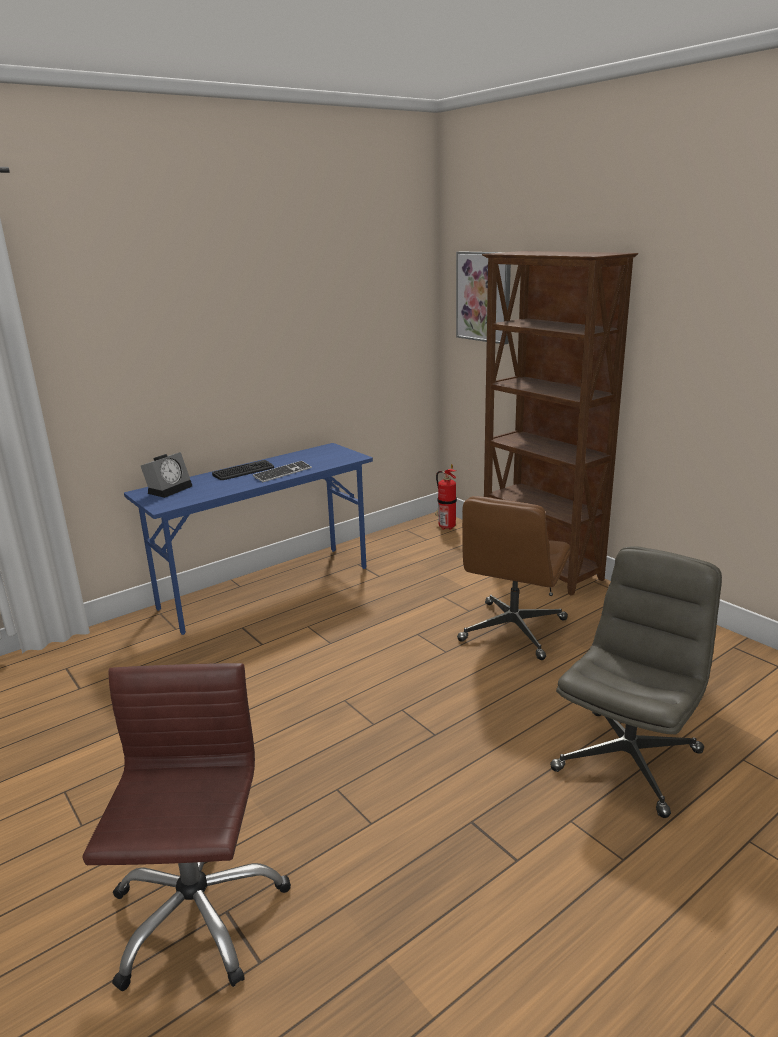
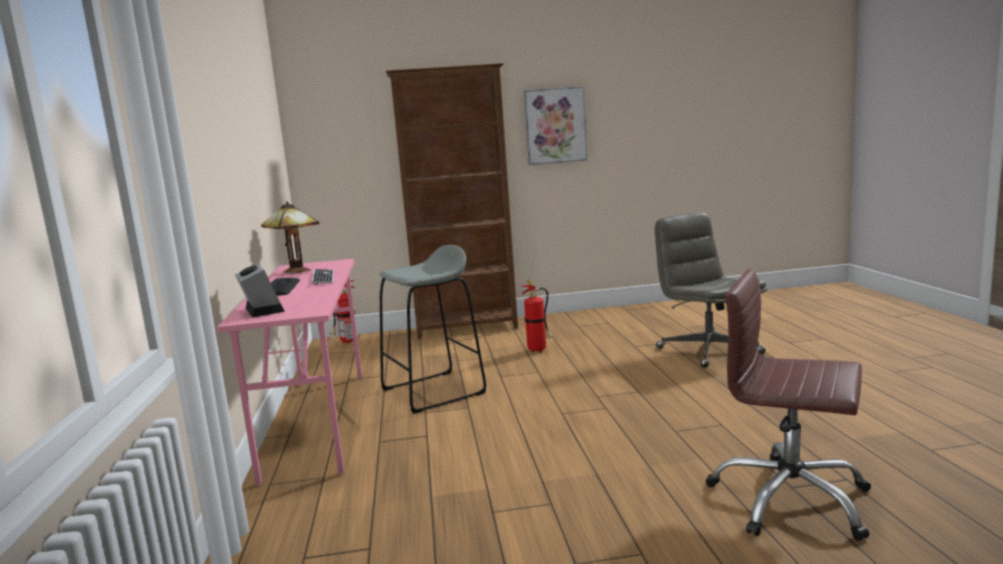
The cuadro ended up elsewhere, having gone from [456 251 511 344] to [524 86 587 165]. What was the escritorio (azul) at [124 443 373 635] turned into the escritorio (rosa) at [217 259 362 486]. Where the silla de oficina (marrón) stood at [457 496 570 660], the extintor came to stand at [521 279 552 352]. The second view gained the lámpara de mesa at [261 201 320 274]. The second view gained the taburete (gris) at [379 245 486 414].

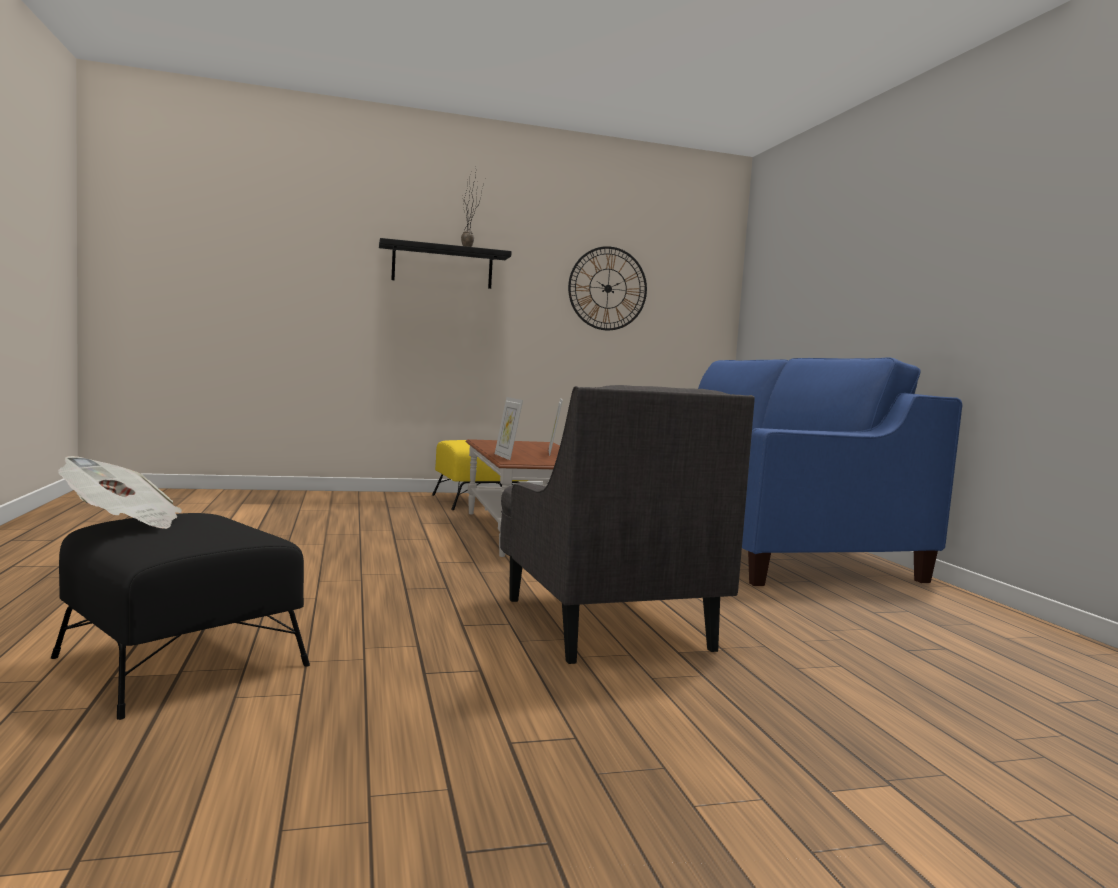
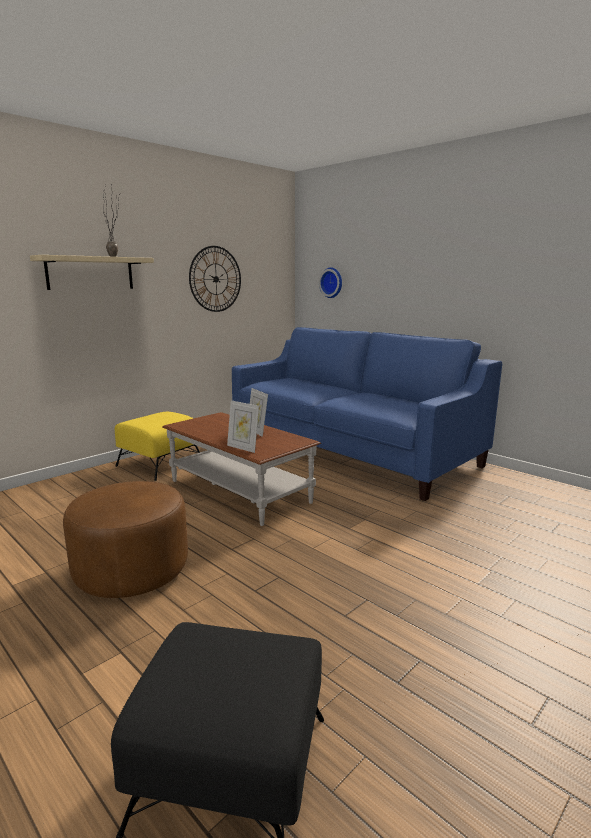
What was the estante (negro) at [379 238 512 289] turned into the estante (beis) at [30 255 154 290]. The second view lost the sillón (gris) at [500 385 755 664]. The second view lost the periódico at [58 456 182 529]. The second view gained the reloj de pared at [319 267 342 298]. The second view gained the puf (marrón) at [63 481 188 598].

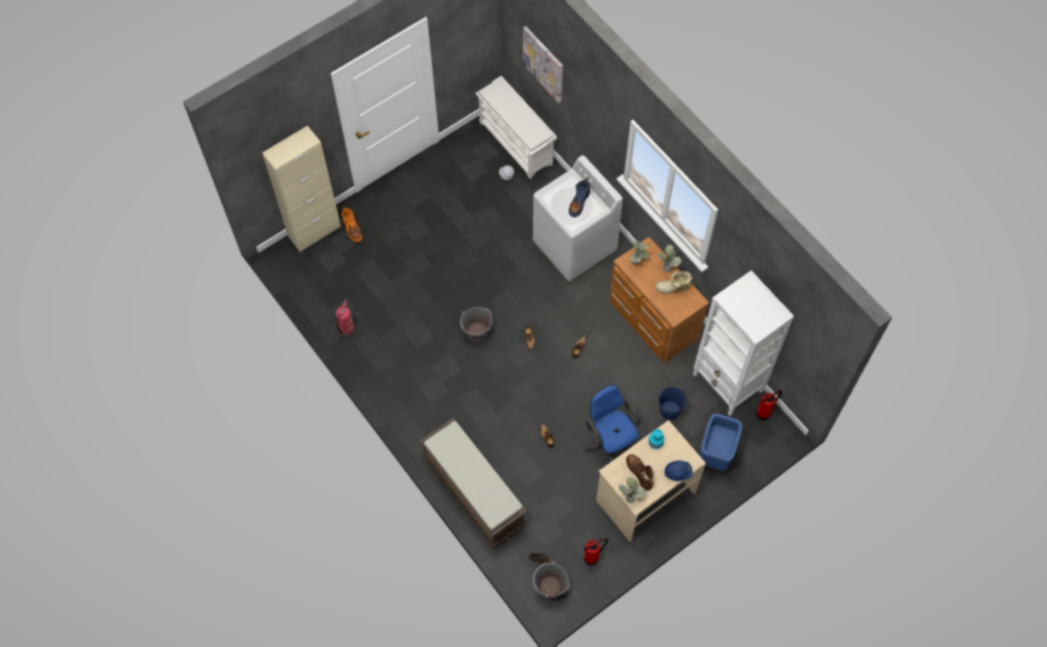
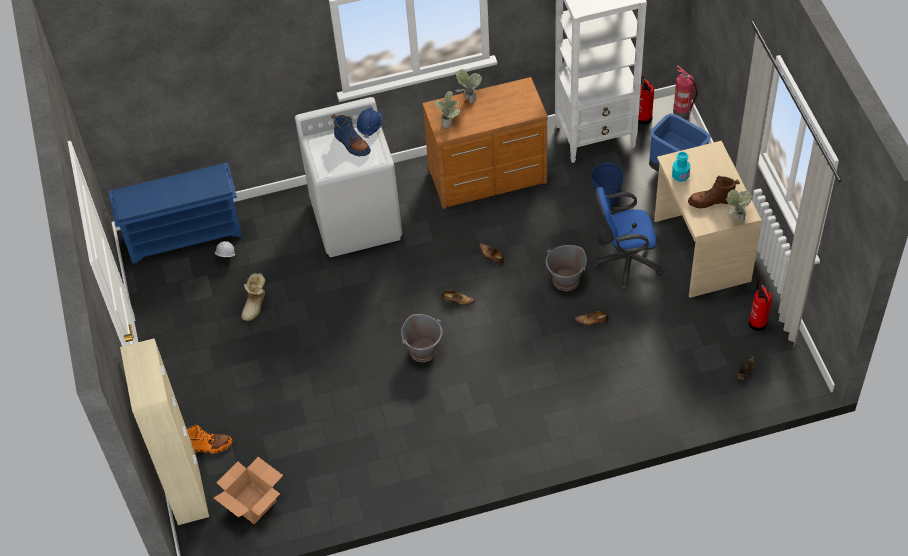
The second view lost the cuadro at [523 26 563 103]. What was the zapatero (blanco) at [476 76 557 179] turned into the zapatero (azul) at [109 163 242 264]. The bota ended up elsewhere, having gone from [655 271 692 294] to [241 273 266 321]. The extintor ended up elsewhere, having gone from [336 300 355 336] to [673 66 697 118]. The second view lost the banco (marrón) at [419 418 527 548]. The casco (azul) ended up elsewhere, having gone from [664 460 693 481] to [357 107 383 138]. The cubo (gris) ended up elsewhere, having gone from [533 561 569 599] to [546 245 587 291]. The second view gained the caja de cartón at [214 457 283 524].

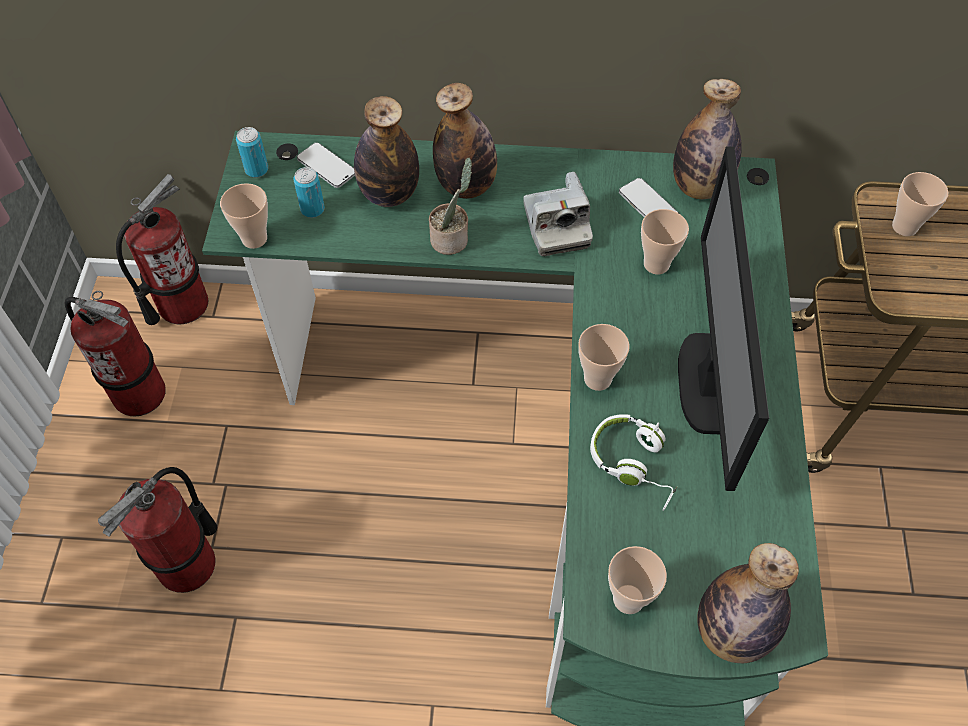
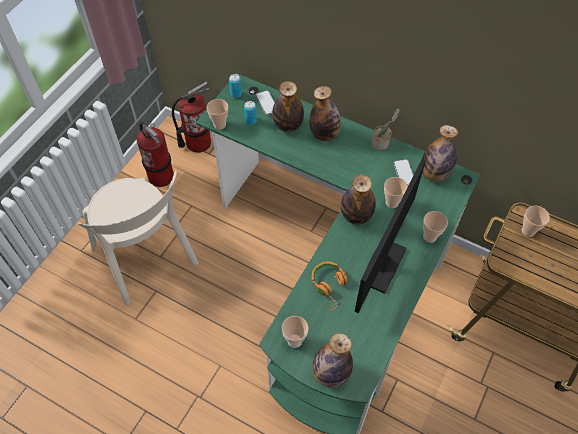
The planta en maceta ended up elsewhere, having gone from [429 158 472 255] to [371 108 400 150]. The second view lost the cámara at [523 172 593 256]. The taza ended up elsewhere, having gone from [578 324 630 391] to [423 211 448 243]. What was the auriculares (blanco) at [590 414 677 511] turned into the auriculares (naranja) at [312 261 348 311]. Where the extintor stood at [98 467 217 593], the silla (beis) came to stand at [77 170 198 306]. The second view gained the botella at [341 175 376 225].

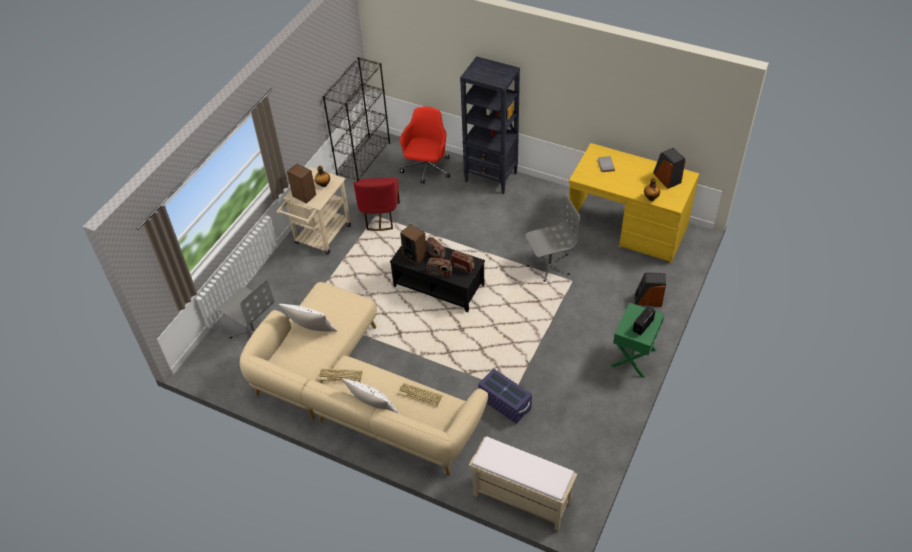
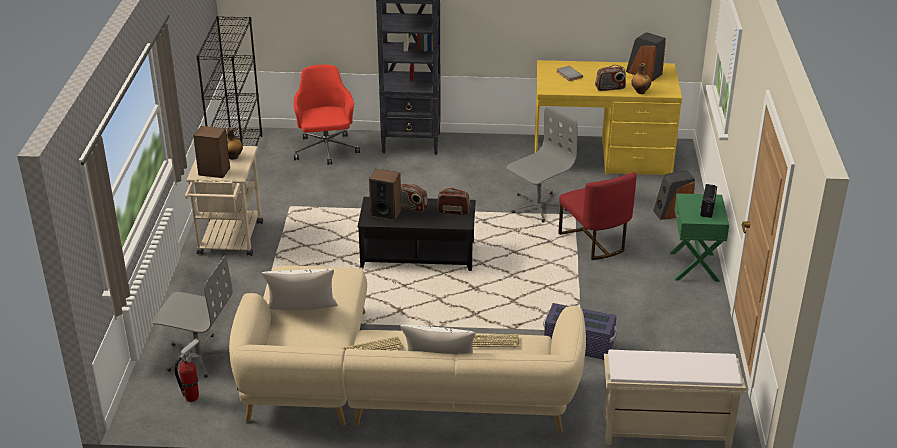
The silla (rojo) ended up elsewhere, having gone from [354 178 400 231] to [558 172 637 260]. The radio ended up elsewhere, having gone from [427 258 452 277] to [595 65 626 91]. The second view gained the extintor at [174 338 201 402].

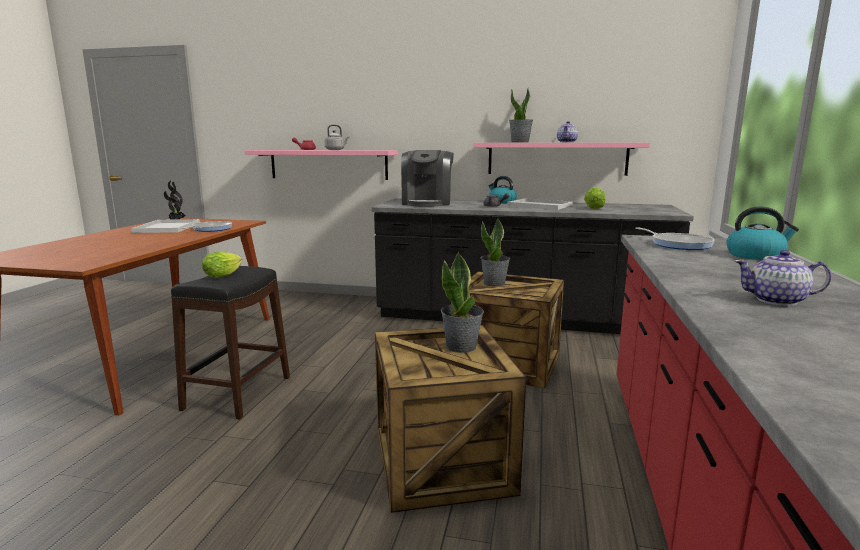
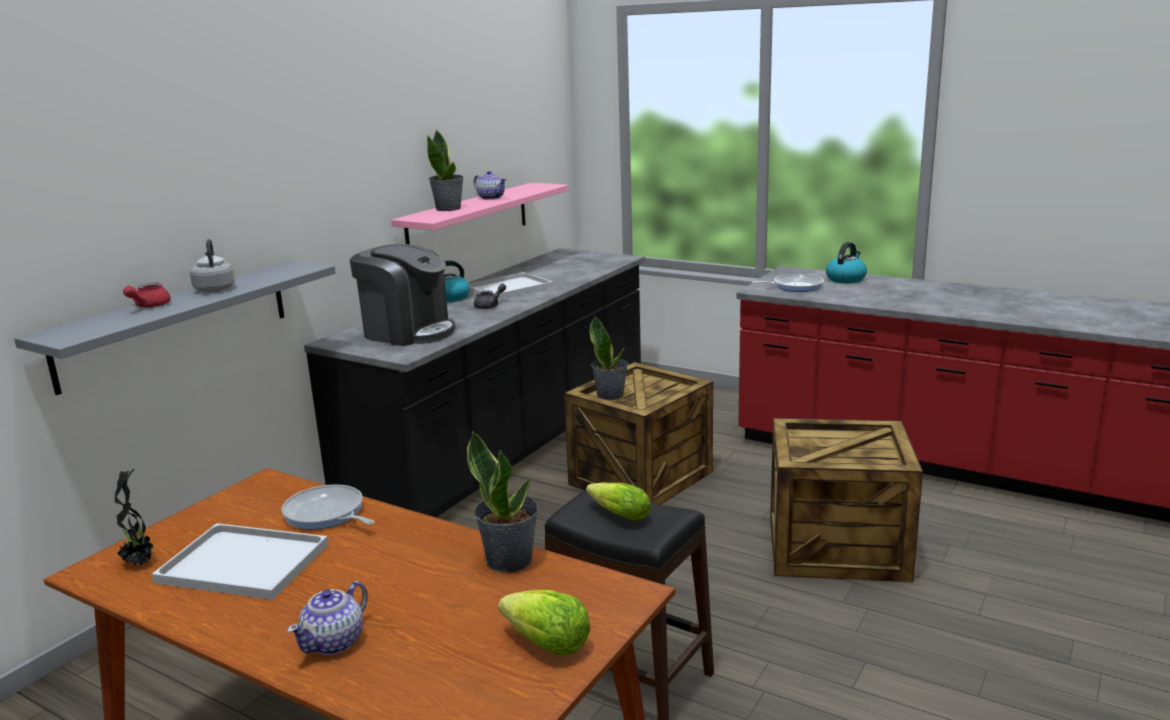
What was the estante (rosa) at [245 150 398 180] turned into the estante (gris) at [14 260 336 395]. The lechuga ended up elsewhere, having gone from [584 187 605 209] to [498 590 590 655]. The tetera ended up elsewhere, having gone from [735 250 831 306] to [287 581 368 655]. The planta en maceta ended up elsewhere, having gone from [441 252 484 353] to [467 431 539 573].

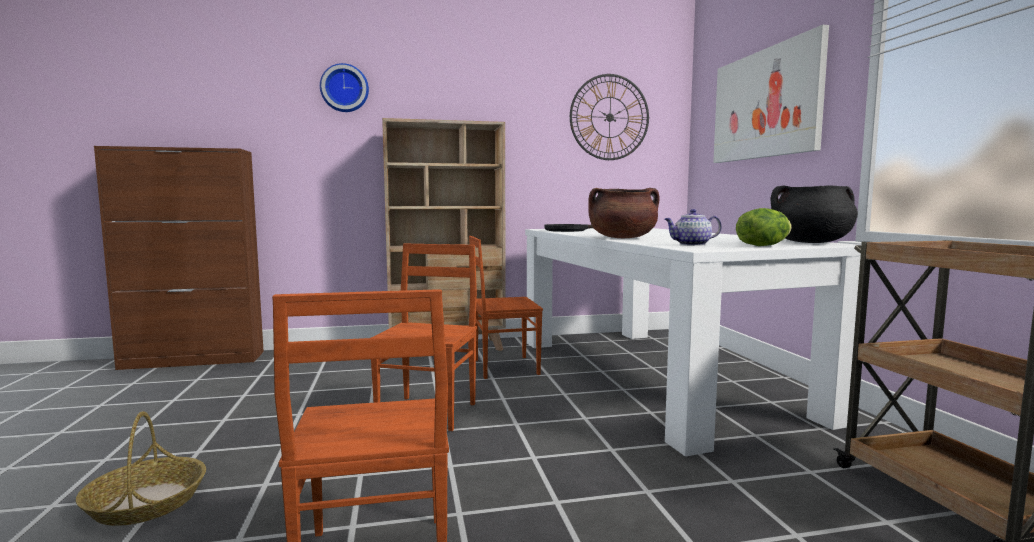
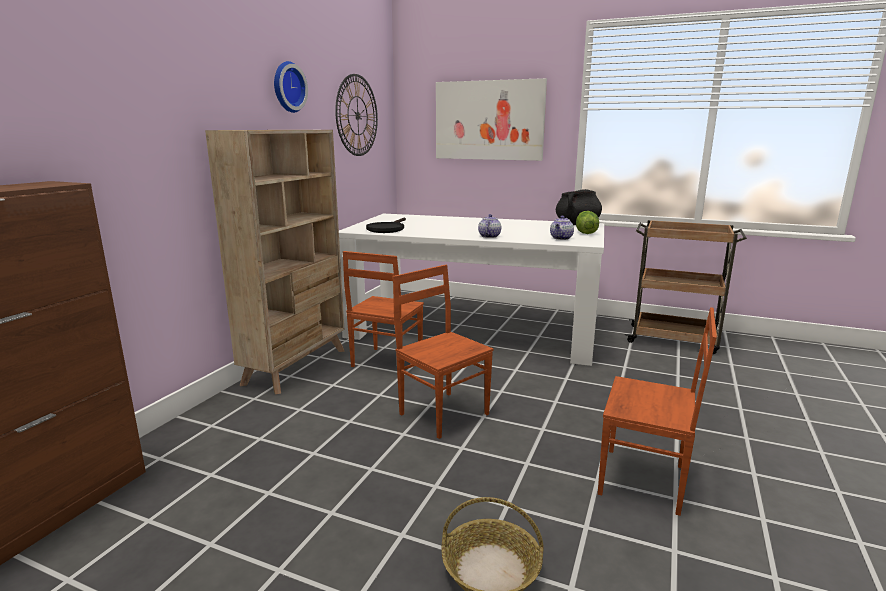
The reloj de pared ended up elsewhere, having gone from [320 63 369 112] to [274 61 308 113]. Where the olla (marrón) stood at [588 188 660 238], the tetera came to stand at [478 214 501 238].

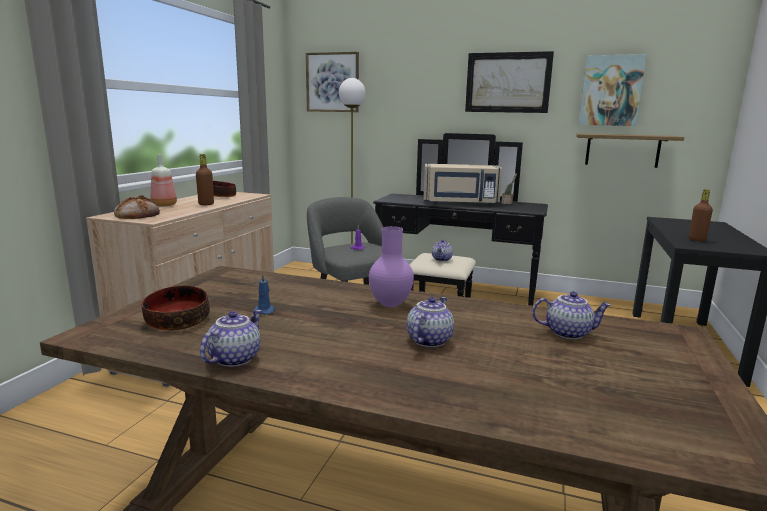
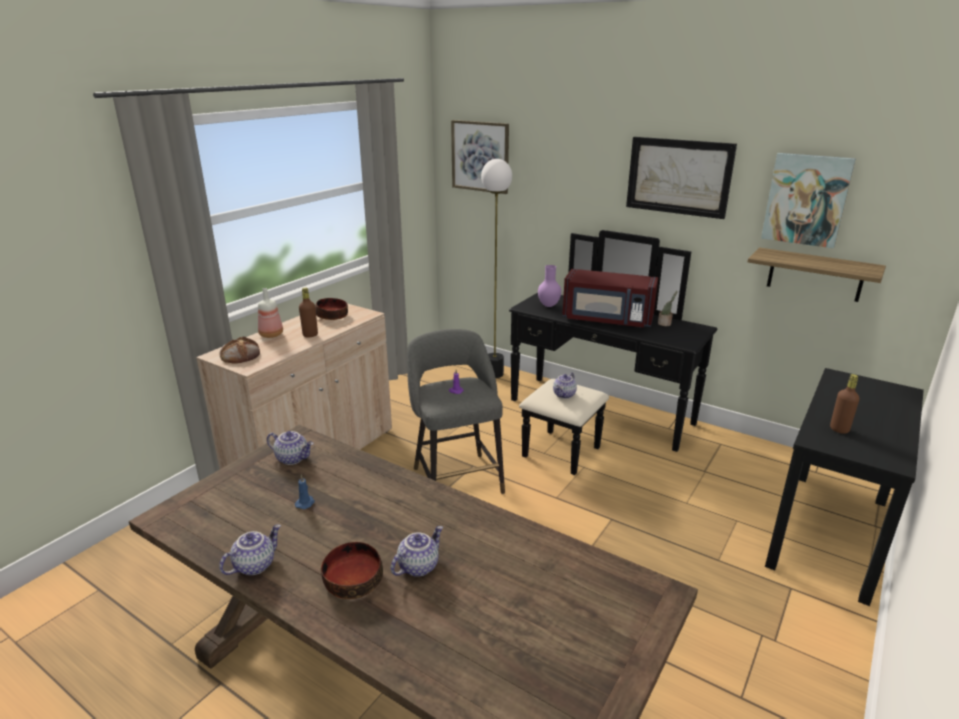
What was the microondas (beis) at [424 164 503 206] turned into the microondas (rojo) at [562 269 658 328]. The florero (morado) ended up elsewhere, having gone from [369 226 414 307] to [538 265 561 307]. The cuenco ended up elsewhere, having gone from [141 286 210 331] to [321 542 383 599]. The tetera ended up elsewhere, having gone from [532 291 612 339] to [267 431 313 465].

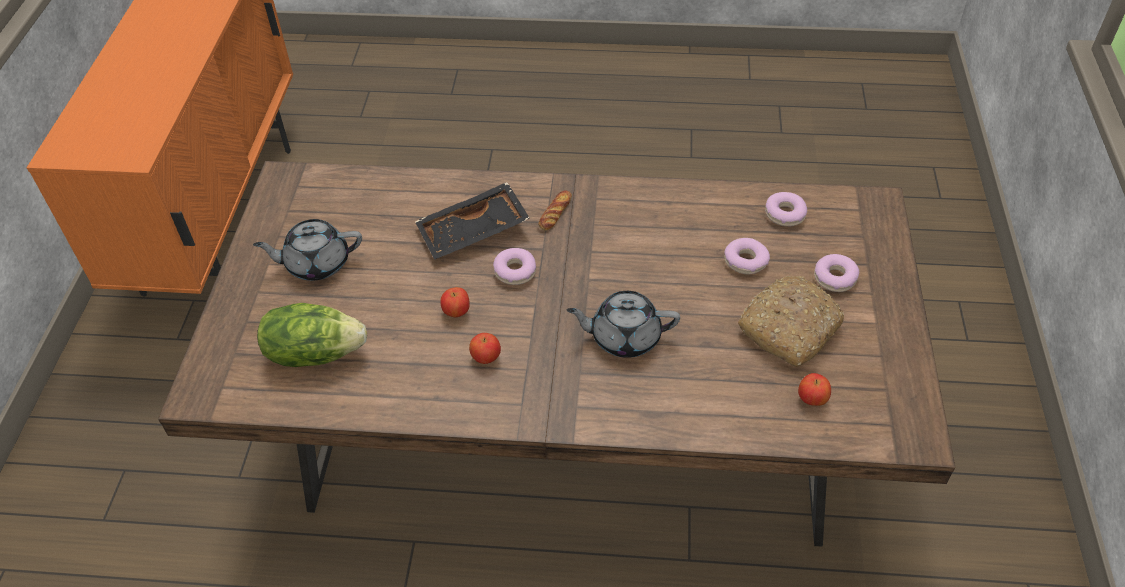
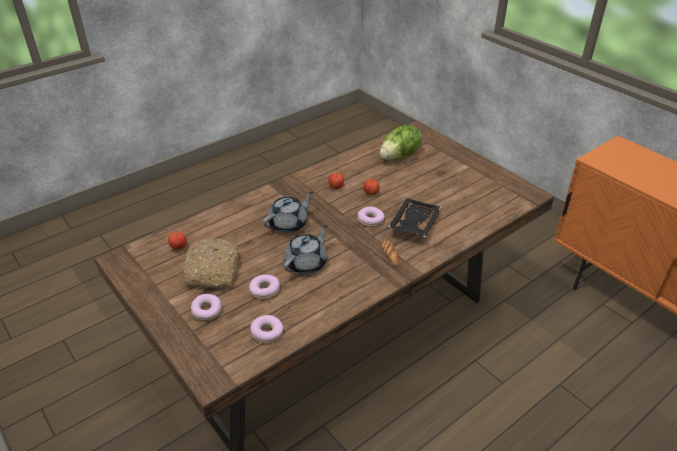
The tetera (gris) ended up elsewhere, having gone from [253 219 362 281] to [284 225 327 274].

